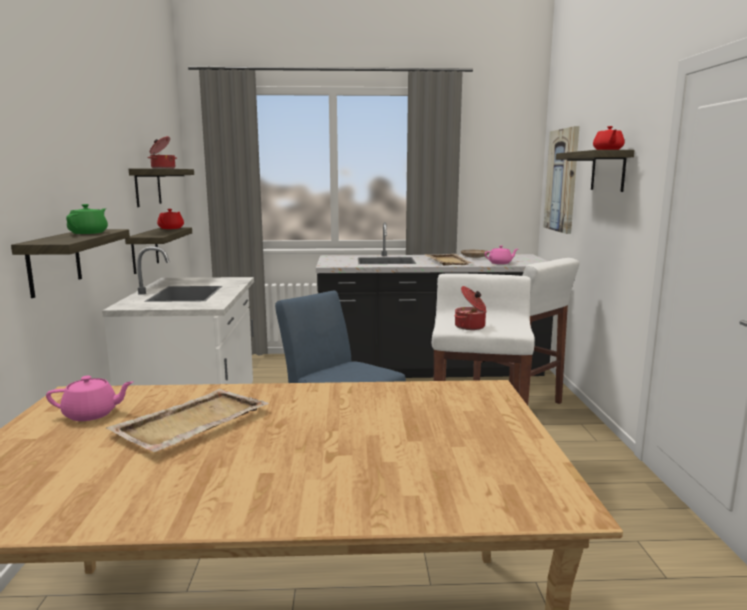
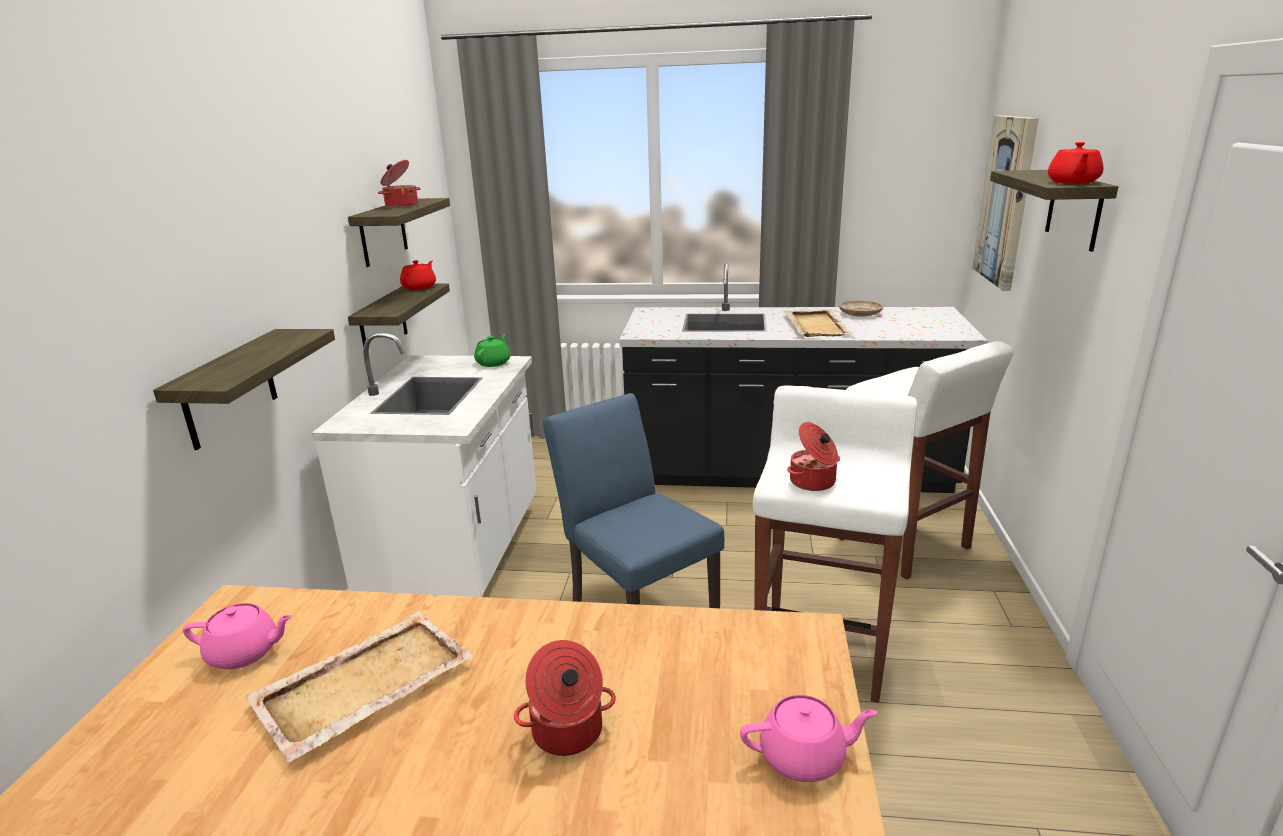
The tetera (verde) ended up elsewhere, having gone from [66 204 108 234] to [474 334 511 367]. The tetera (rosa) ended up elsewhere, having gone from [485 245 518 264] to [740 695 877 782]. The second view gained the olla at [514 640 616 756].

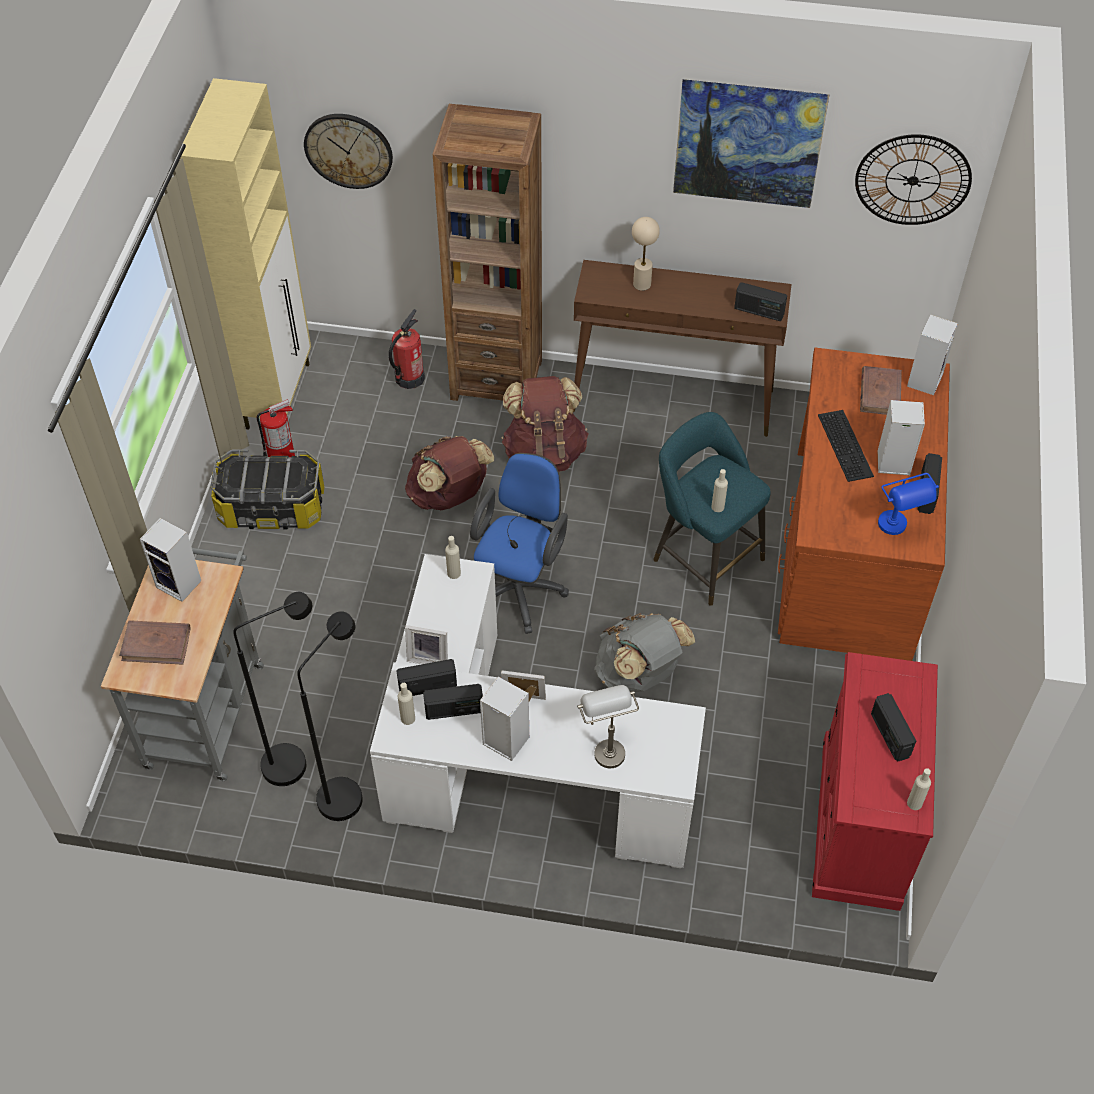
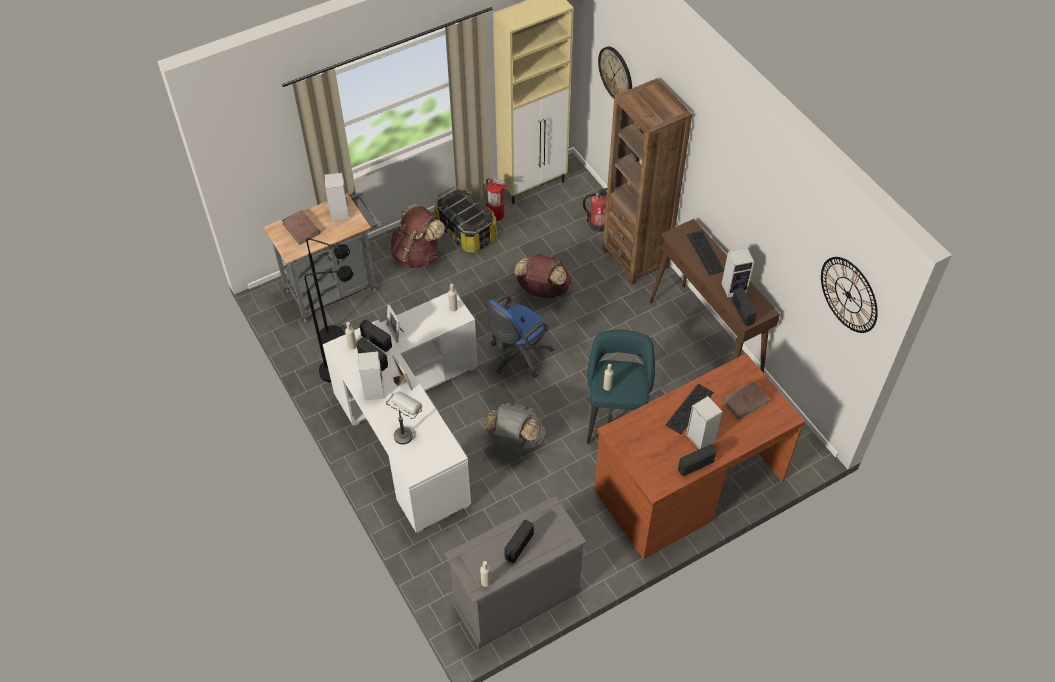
The second view lost the cuadro at [673 79 830 208]. Where the lámpara de mesa (beis) stood at [632 217 660 291], the teclado came to stand at [687 230 724 275]. The altavoz ended up elsewhere, having gone from [907 314 958 395] to [722 248 754 297]. The mochila (marrón) ended up elsewhere, having gone from [501 376 589 472] to [390 204 445 268]. The silla de oficina (azul) at [470 453 569 634] ended up facing another way, 150 degrees clockwise from before. The second view lost the lámpara de mesa (azul) at [878 473 939 535]. What was the cómoda (rojo) at [812 652 938 911] turned into the cómoda (gris) at [444 496 587 649].

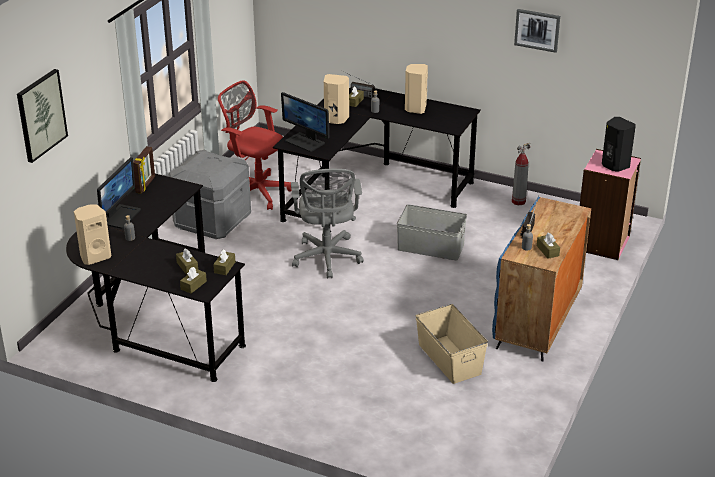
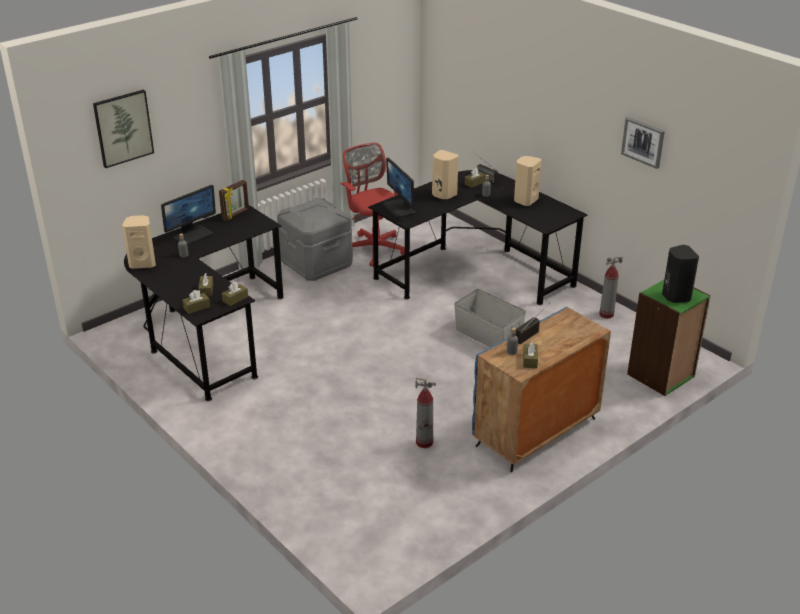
What was the estantería (rosa) at [580 149 641 260] turned into the estantería (verde) at [627 280 711 396]. The second view lost the silla de oficina (gris) at [291 169 364 278]. Where the caja de almacenaje (beis) stood at [416 304 488 384], the extintor came to stand at [415 378 436 448].

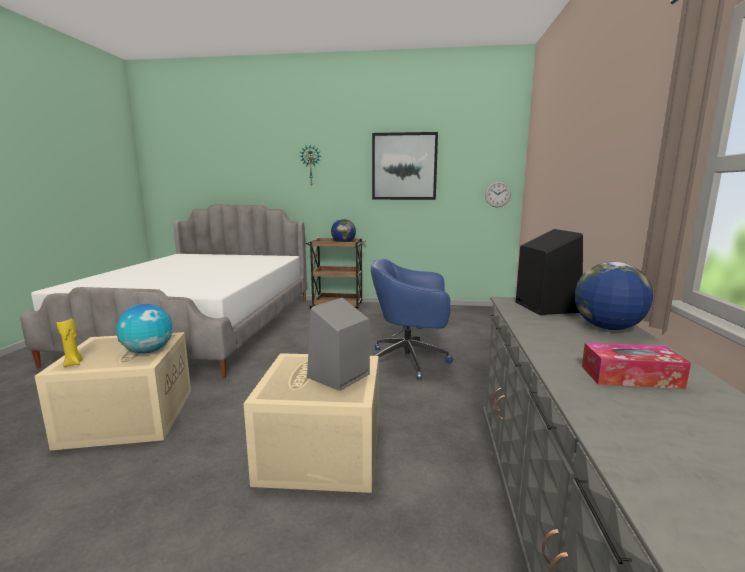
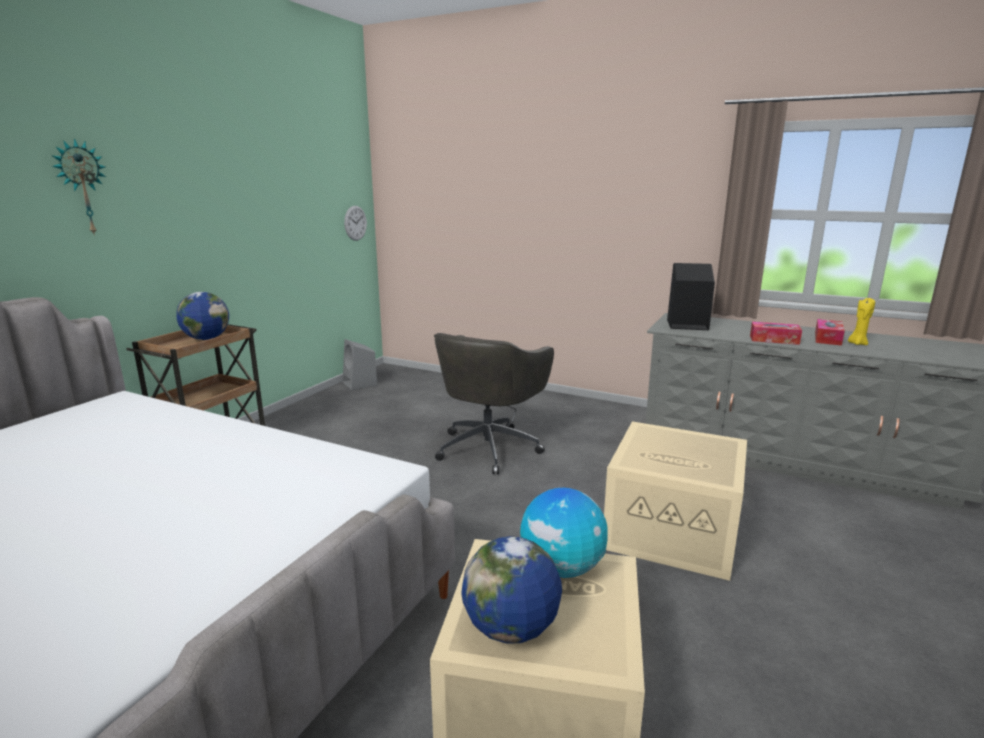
The second view lost the cuadro at [372 132 438 200]. What was the silla de oficina (azul) at [371 259 453 380] turned into the silla de oficina (gris) at [434 333 554 475]. The globo terráqueo ended up elsewhere, having gone from [575 262 653 330] to [461 536 562 644]. The altavoz (gris) ended up elsewhere, having gone from [307 298 370 391] to [343 339 377 390]. The vela (amarillo) ended up elsewhere, having gone from [57 319 83 367] to [848 298 875 345]. The second view gained the caja de pañuelos at [750 322 802 345].

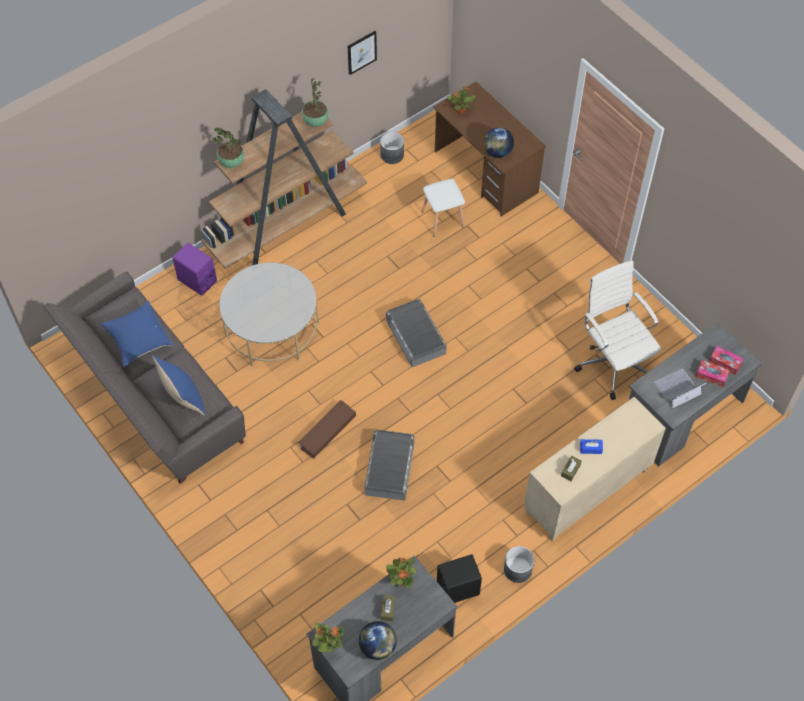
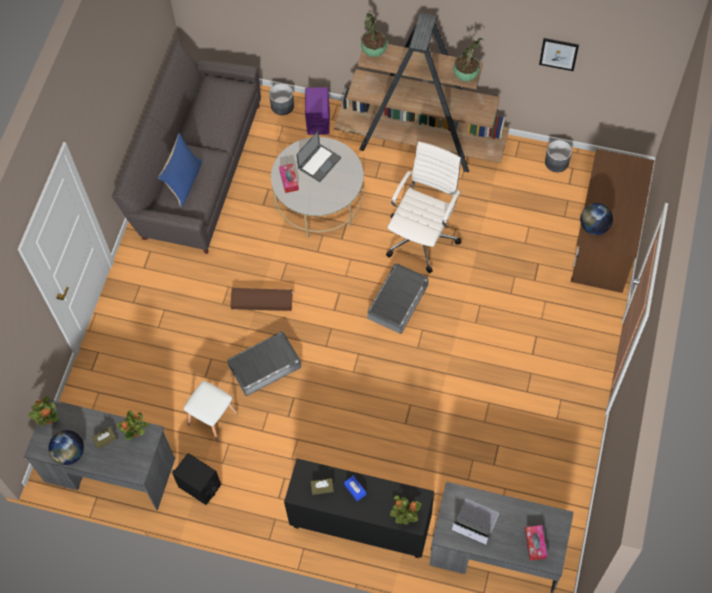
The planta en maceta ended up elsewhere, having gone from [448 86 475 114] to [390 495 421 525]. The taburete (blanco) ended up elsewhere, having gone from [422 179 465 237] to [183 381 238 442]. The silla de oficina (blanco) ended up elsewhere, having gone from [574 260 661 400] to [386 141 462 273]. The second view lost the cojín (azul) at [101 301 172 367]. The caja de pañuelos ended up elsewhere, having gone from [695 360 730 387] to [279 164 299 193]. What was the armario (beis) at [524 397 666 541] turned into the armario (negro) at [284 458 434 558]. The maceta (gris) ended up elsewhere, having gone from [504 546 534 583] to [269 83 294 115]. The second view gained the portátil at [296 130 341 182].

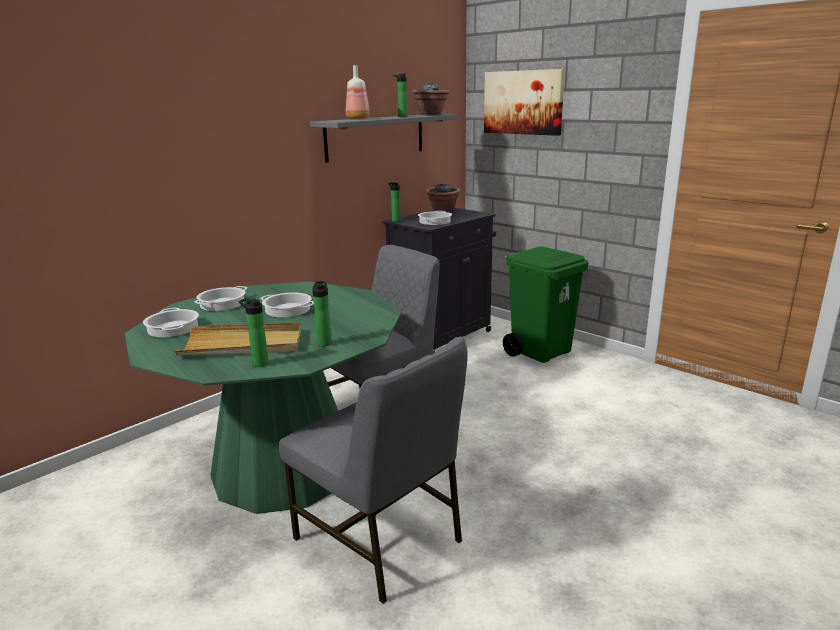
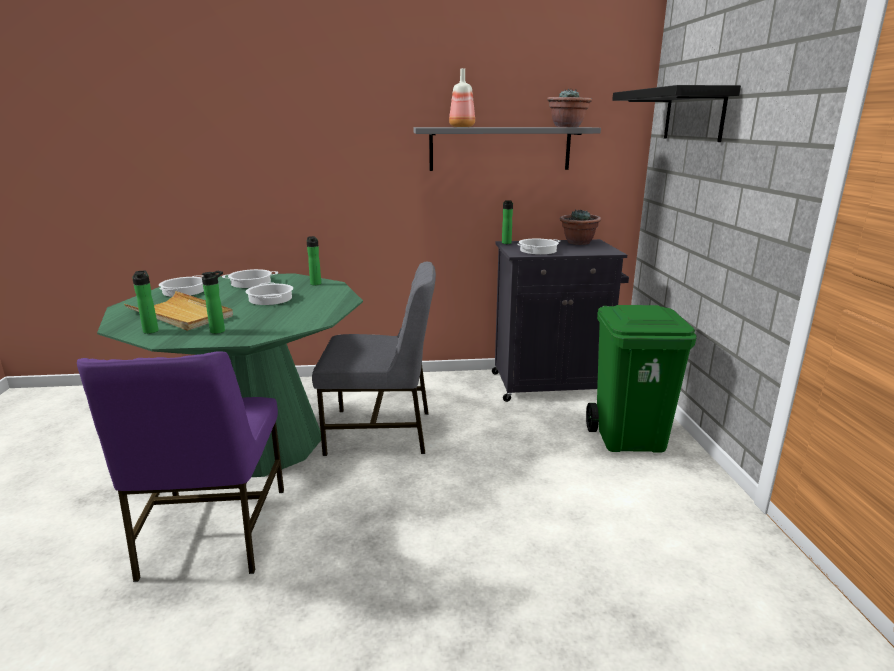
Where the cuadro hung at [484 69 565 136], the estante (negro) came to hang at [612 85 741 142]. The botella ended up elsewhere, having gone from [393 74 408 117] to [307 236 321 285]. What was the silla (gris) at [279 336 468 604] turned into the silla (morado) at [77 351 284 582].

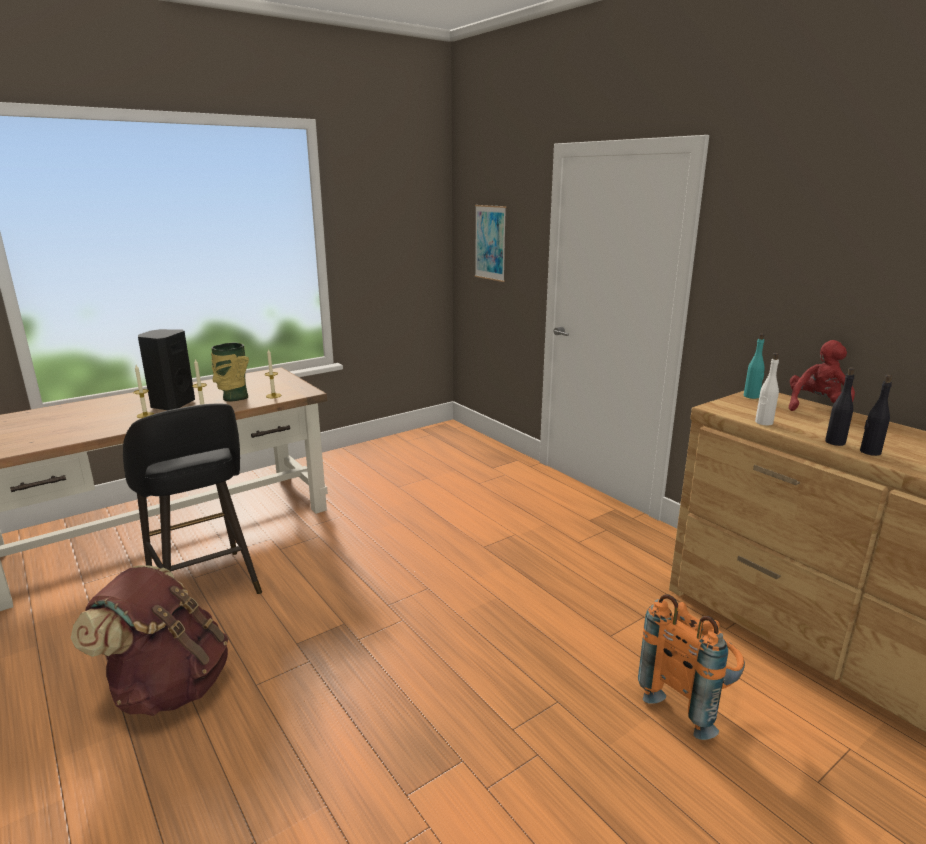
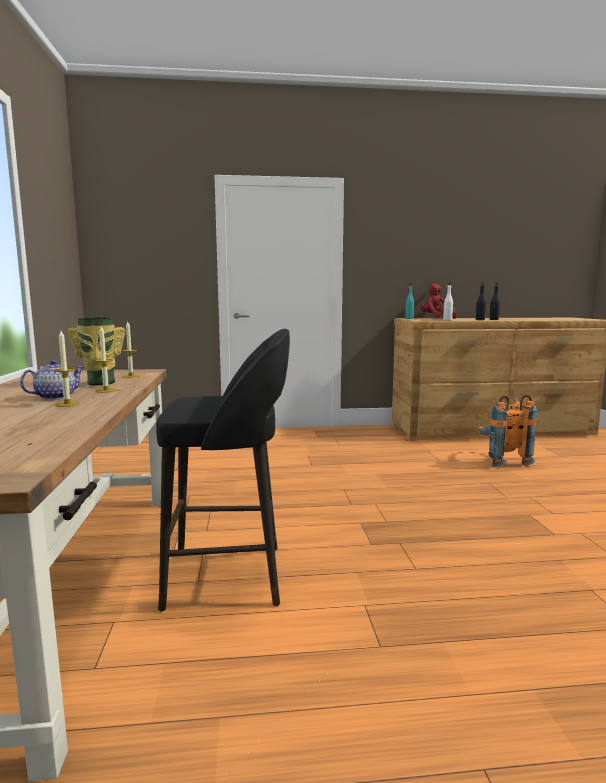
The second view lost the cuadro at [475 205 506 282]. Where the altavoz (negro) stood at [138 329 195 410], the tetera came to stand at [20 360 84 400]. The second view lost the mochila (marrón) at [71 566 228 716].

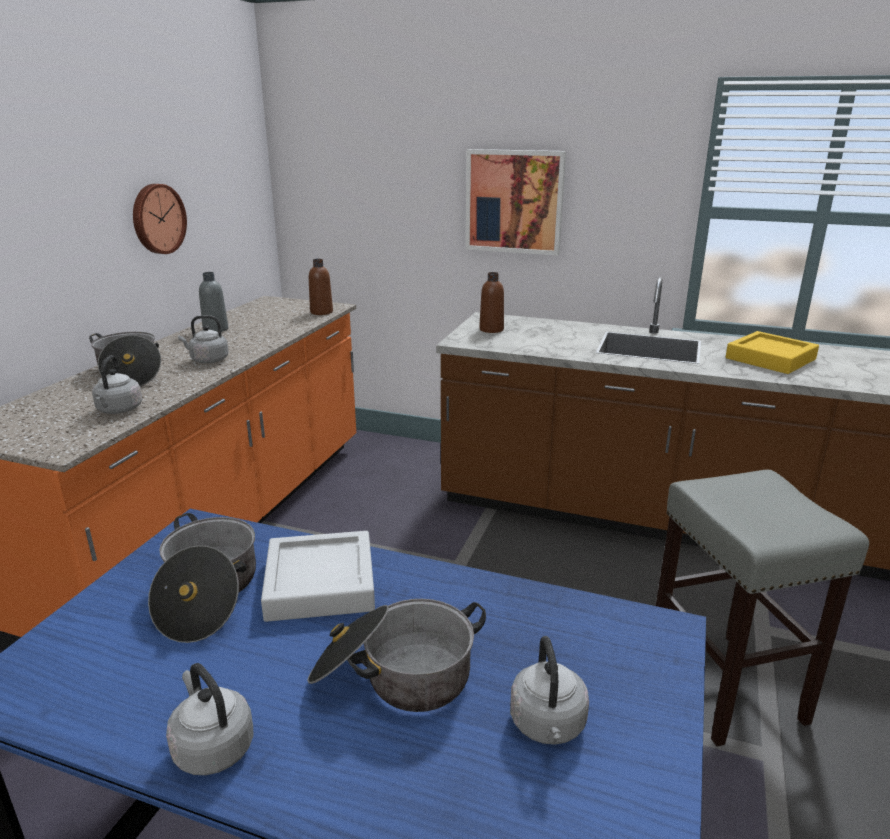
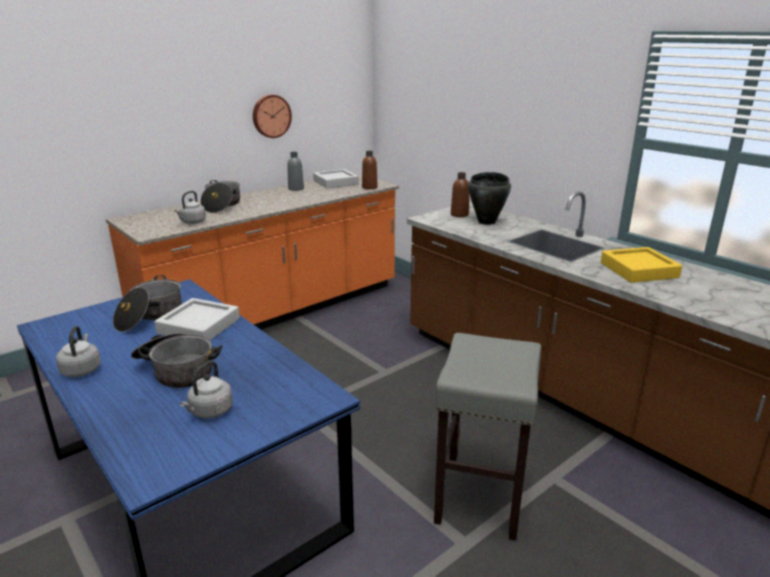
The second view lost the cuadro at [465 149 566 256]. The second view lost the hervidor (gris) at [178 315 229 363]. The second view gained the bandeja (gris) at [313 169 359 188]. The second view gained the olla (negro) at [468 172 511 225].

